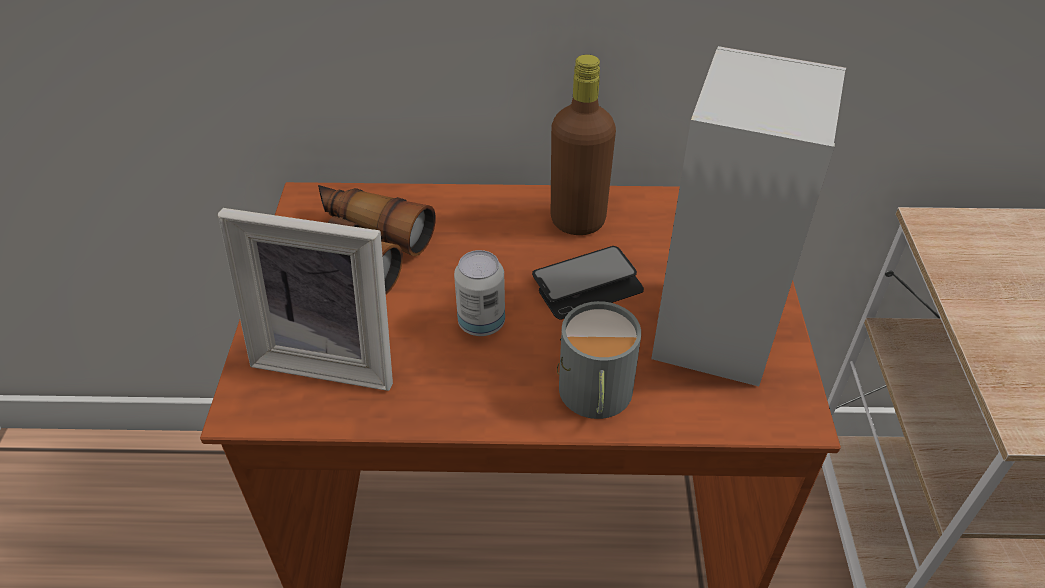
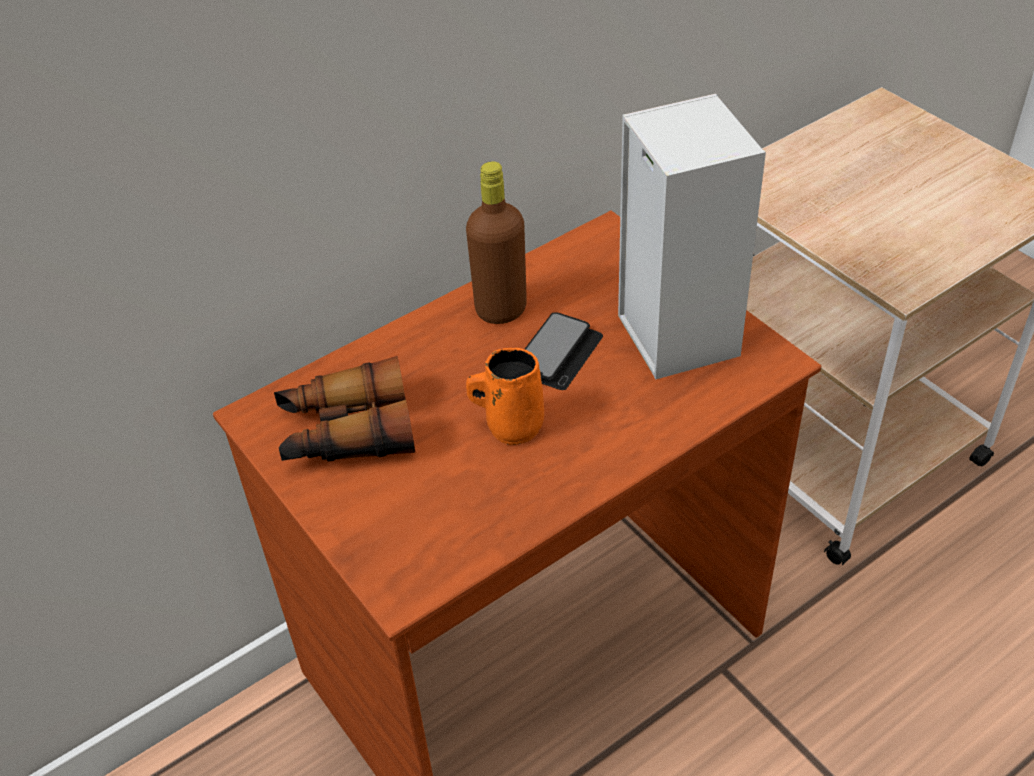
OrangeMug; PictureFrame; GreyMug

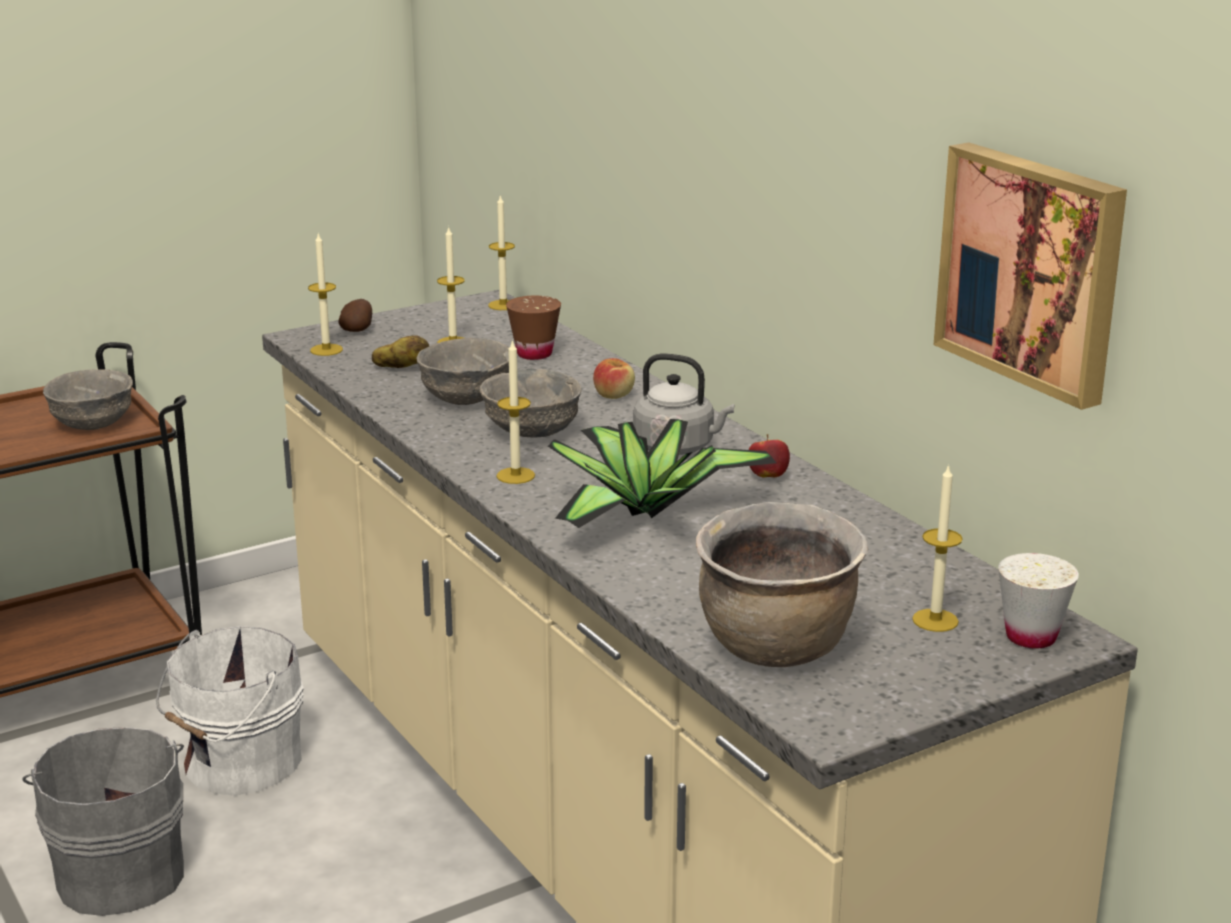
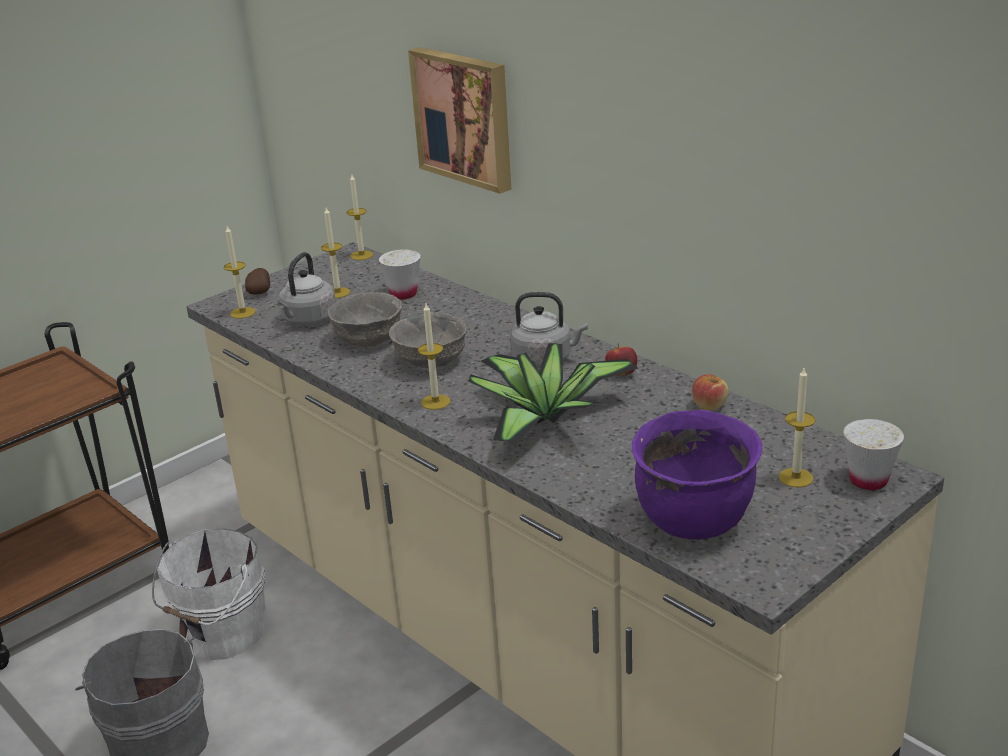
GreyKettle (1st from left); WhiteCup (1st from left); Picture; PurpleCookingPot; Apple (2nd from left); GreyBowl (1st from left in the first image)

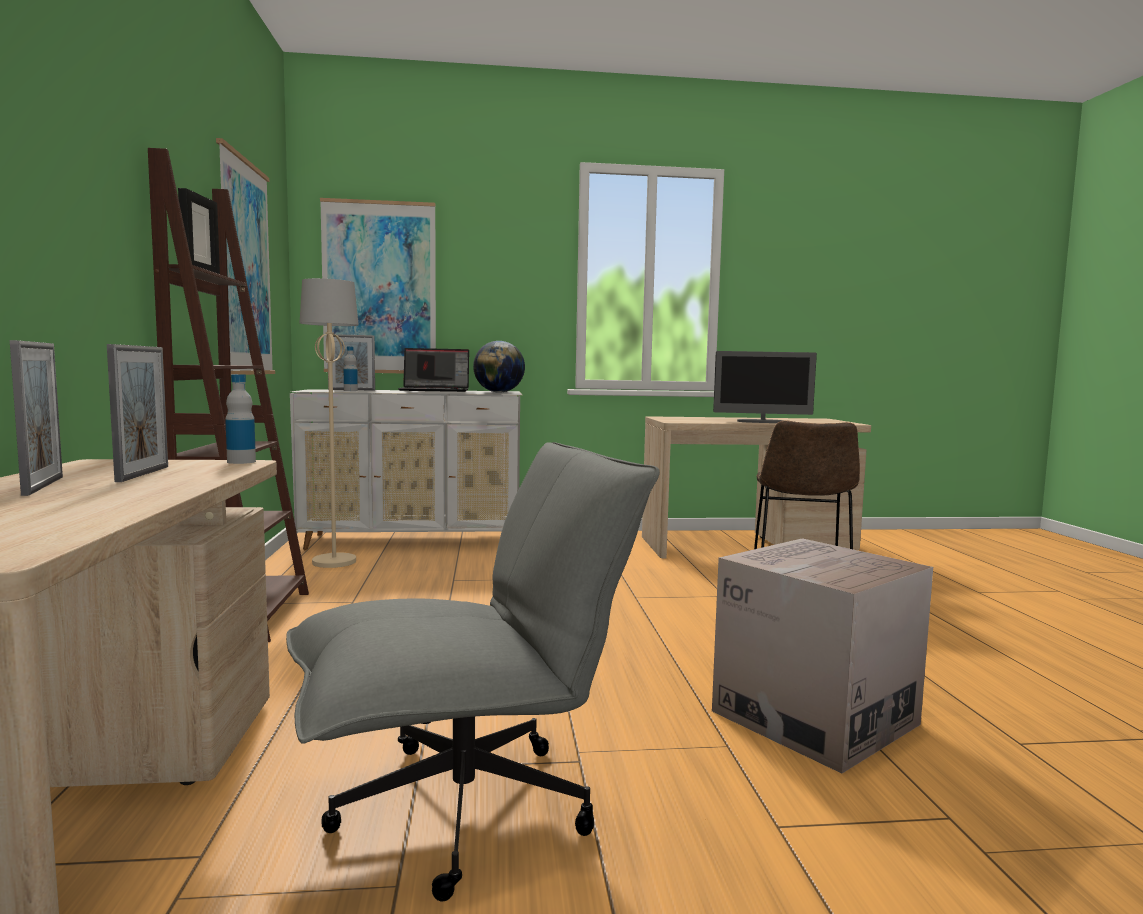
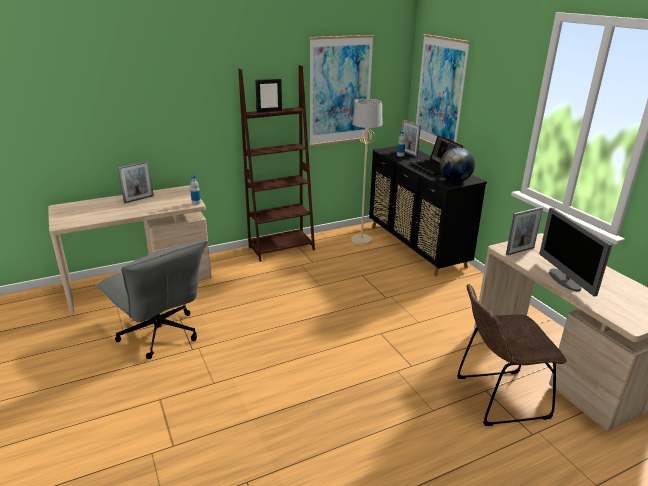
BlackCabinet; PictureFrame (4th from left); CardboardBox

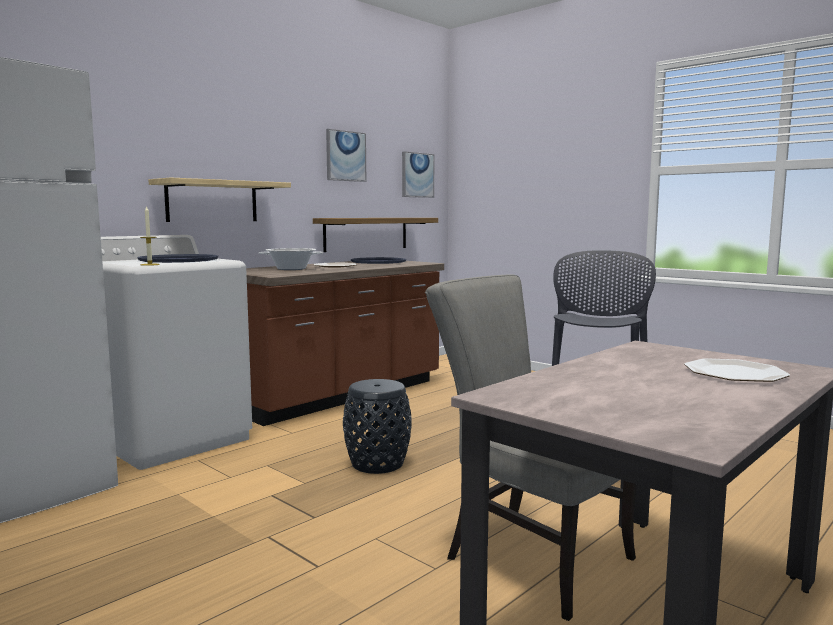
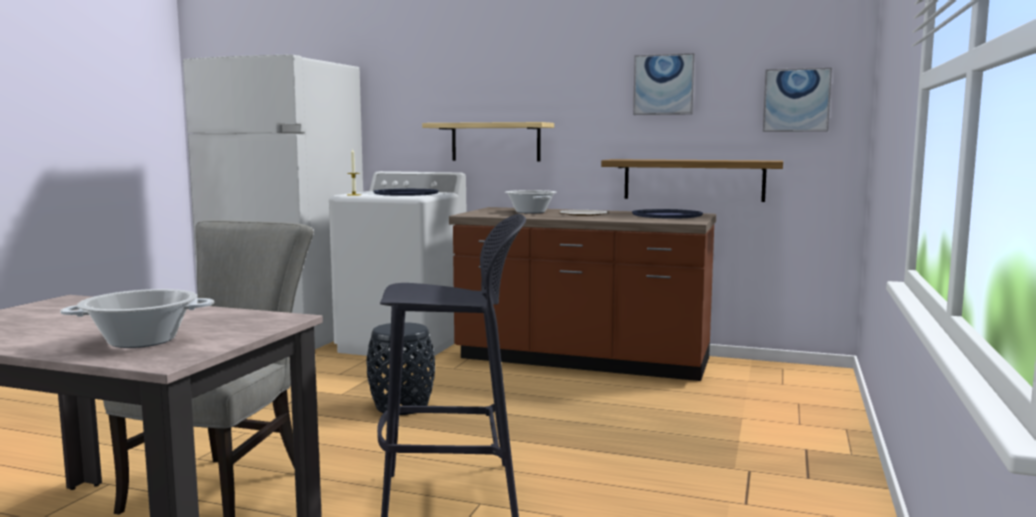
CookingPot (1st from left)

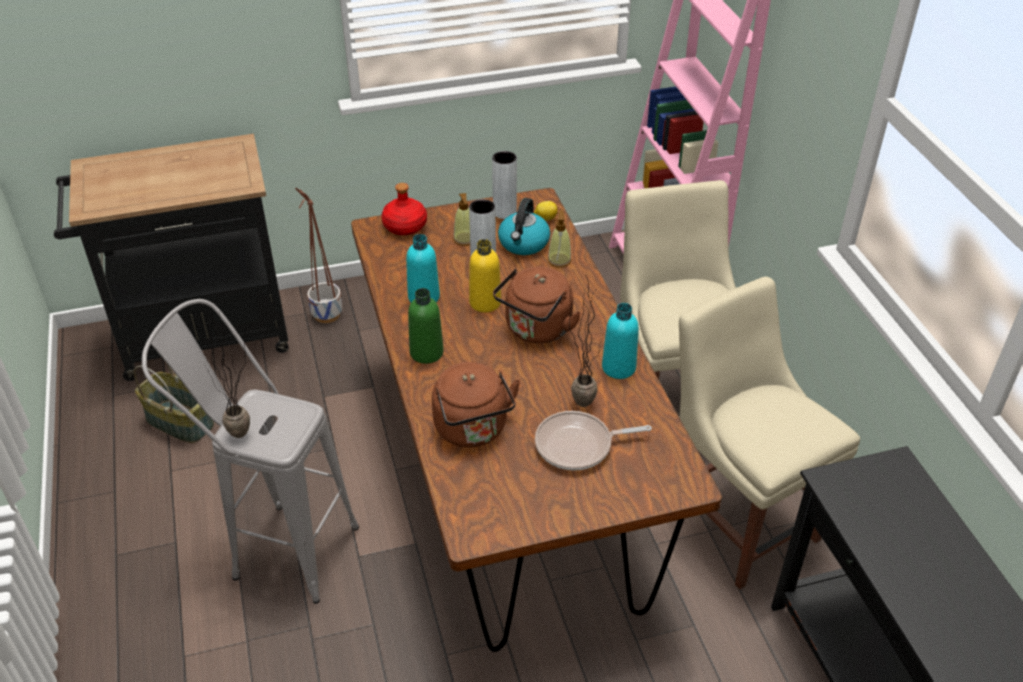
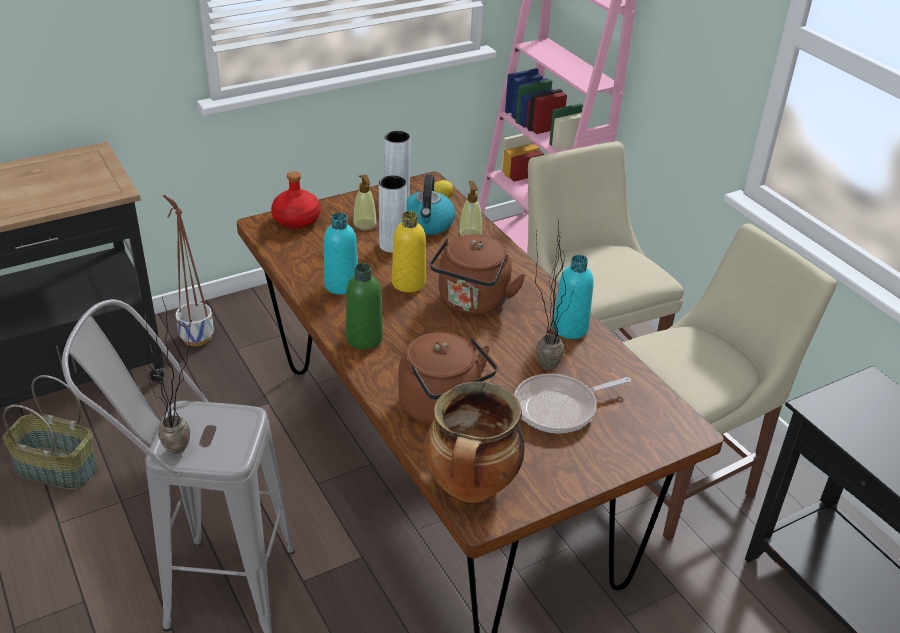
CookingPot; BeigeChair (2nd from left)

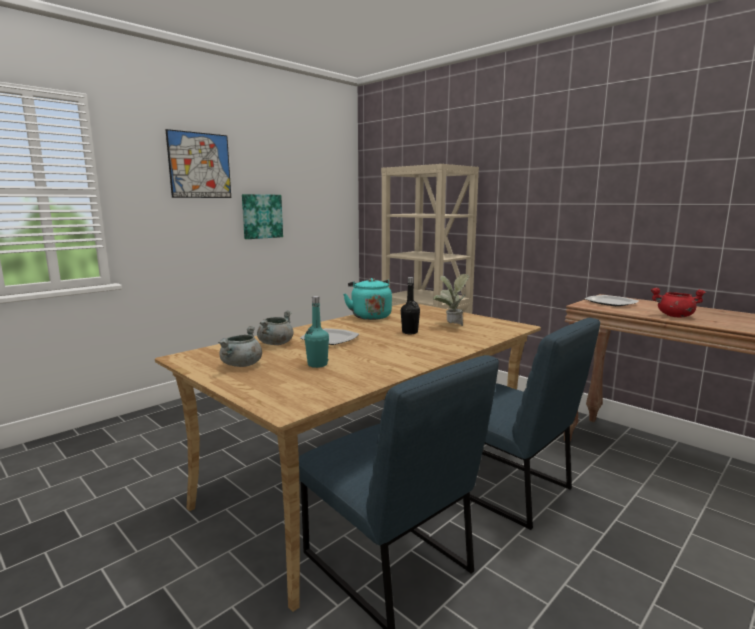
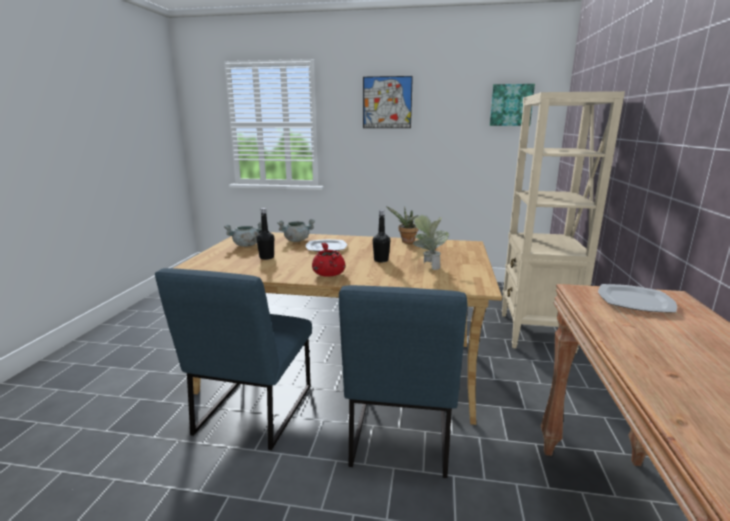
BlackBottle (1st from left); RedCookingPot; PottedPlant (1st from left); Picture (2nd from left)

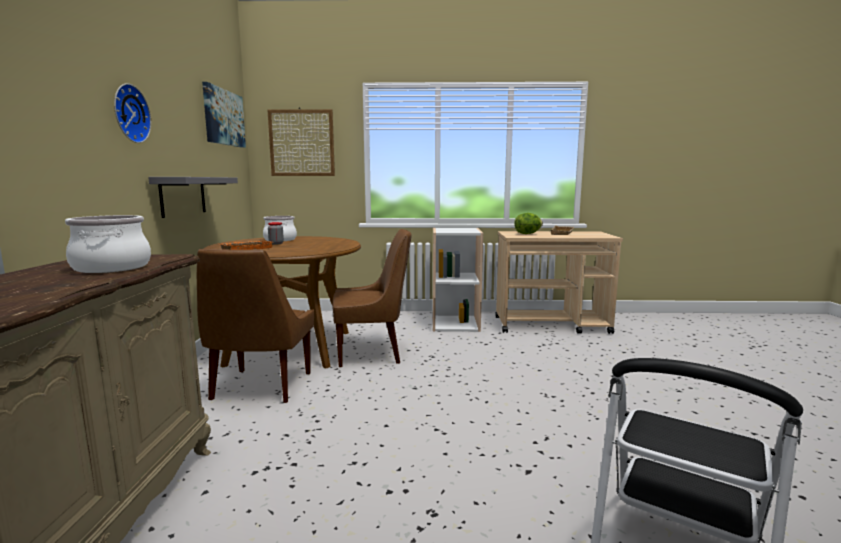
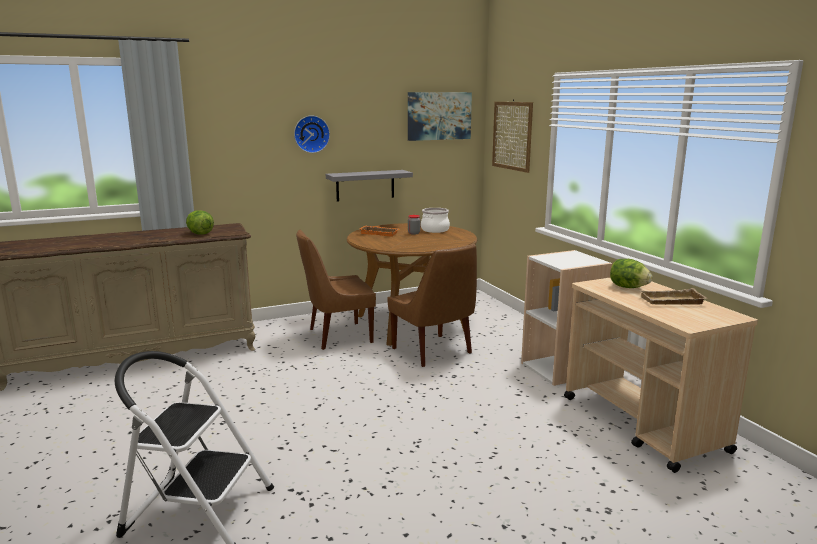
Lettuce (1st from left)

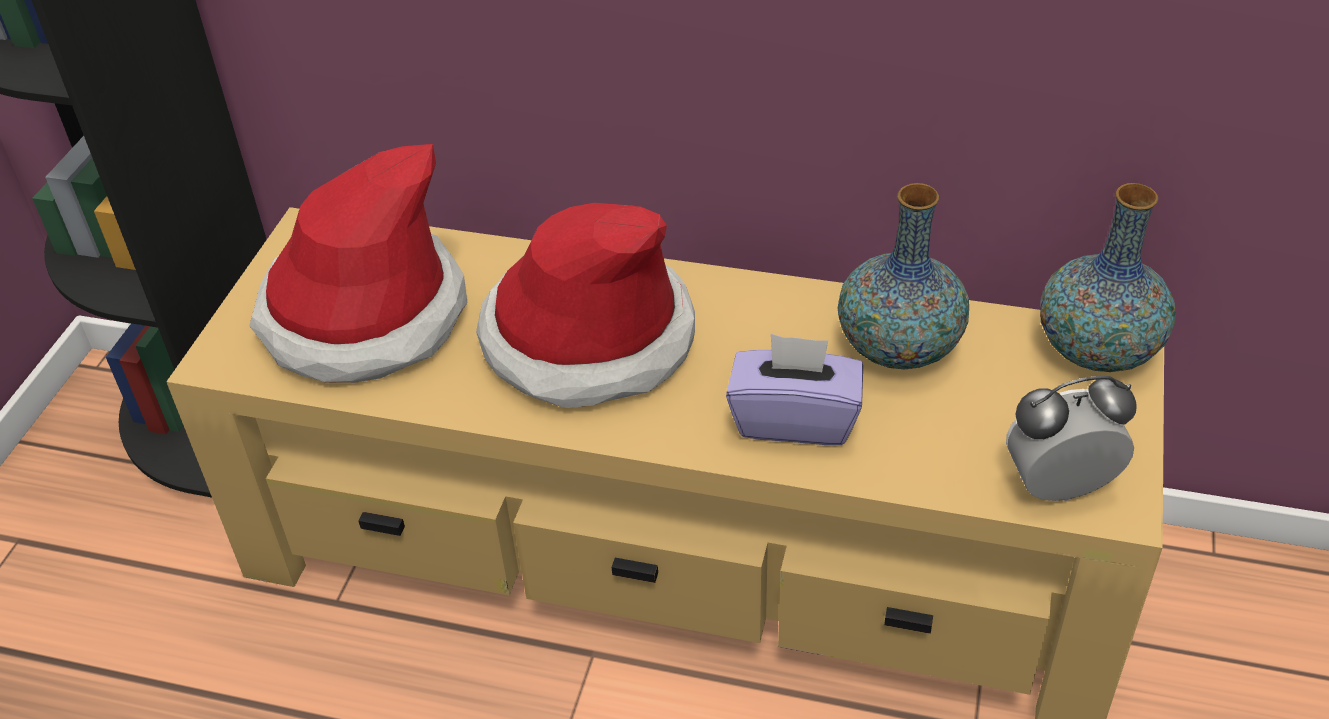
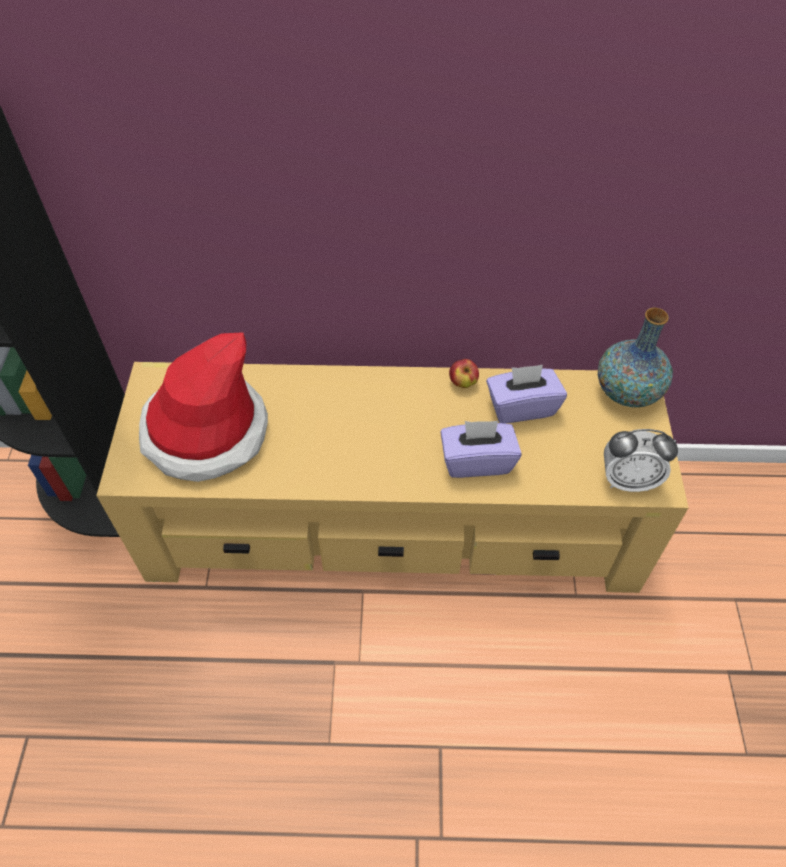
Apple; PurpleTissueBox (2nd from left); AlarmClock; Hat (2nd from left in the first image)

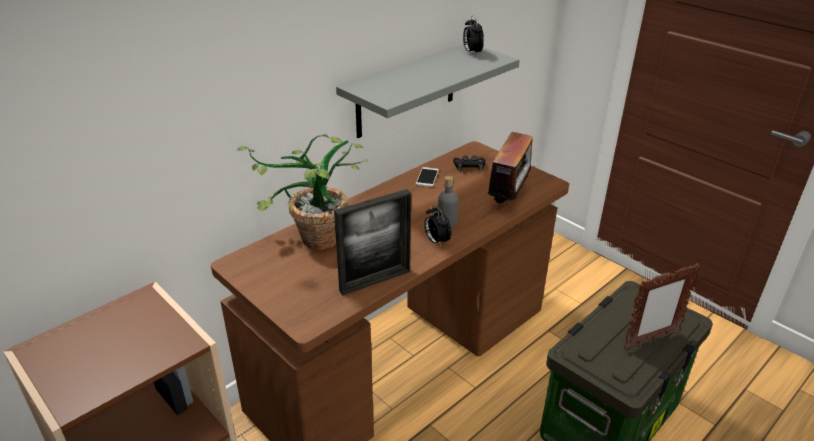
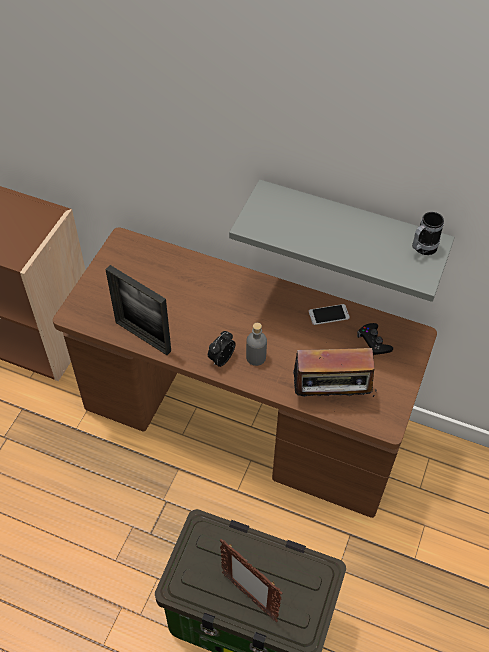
Mug; PottedPlant

